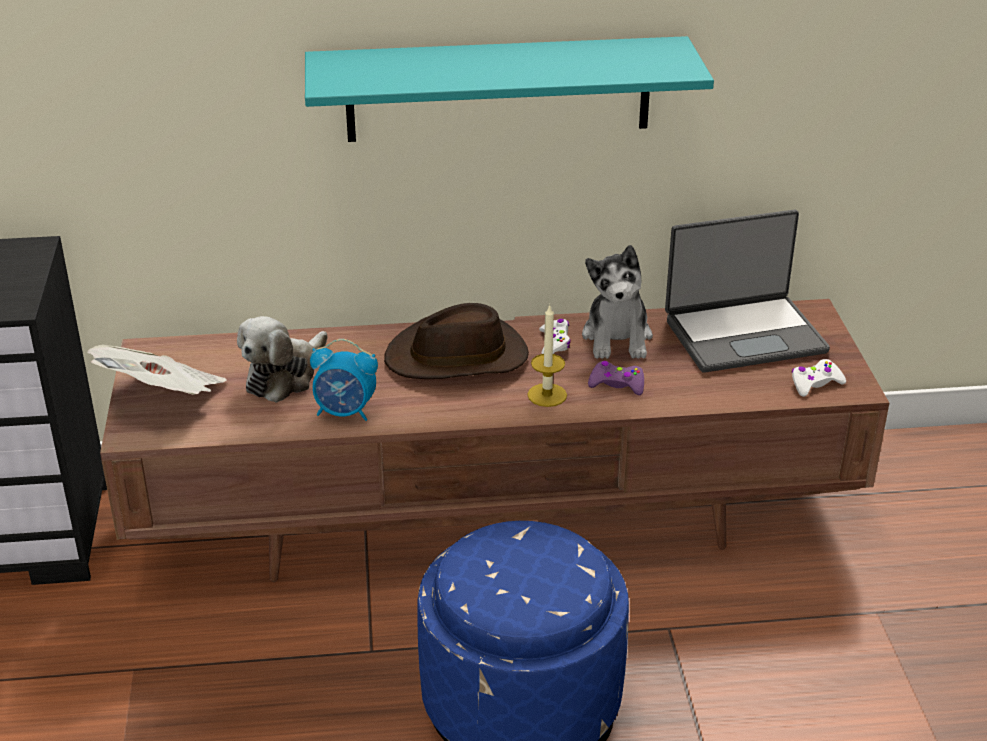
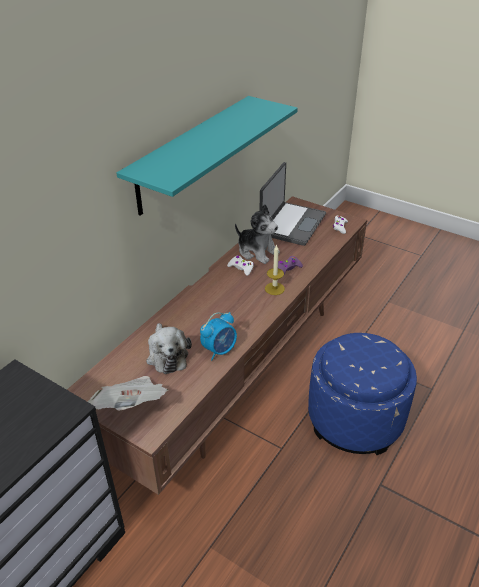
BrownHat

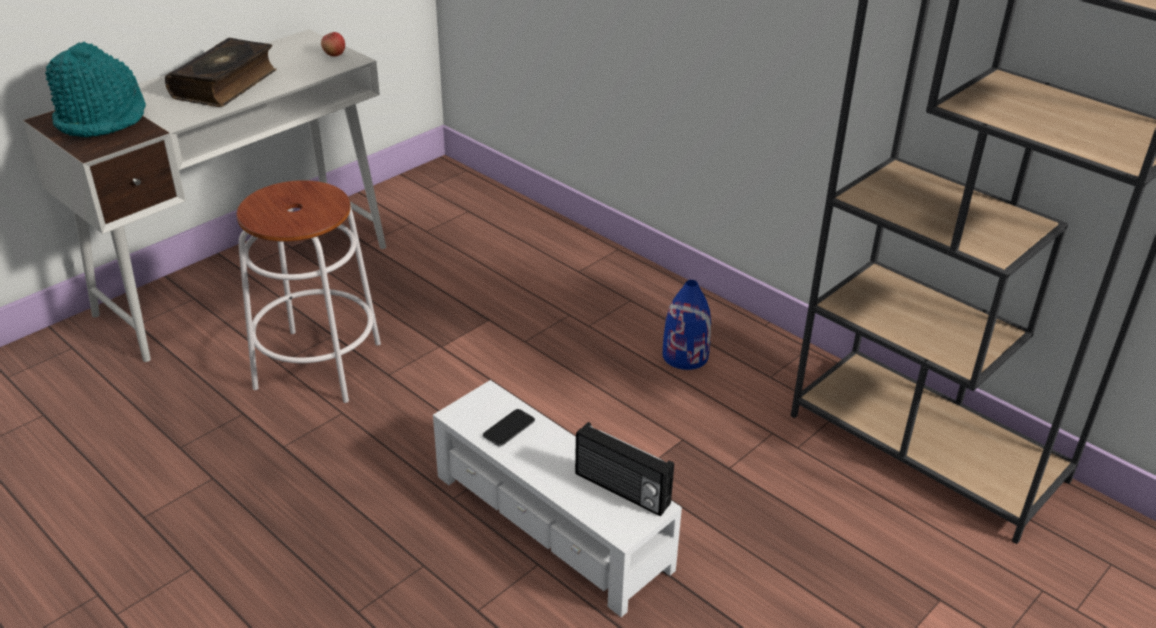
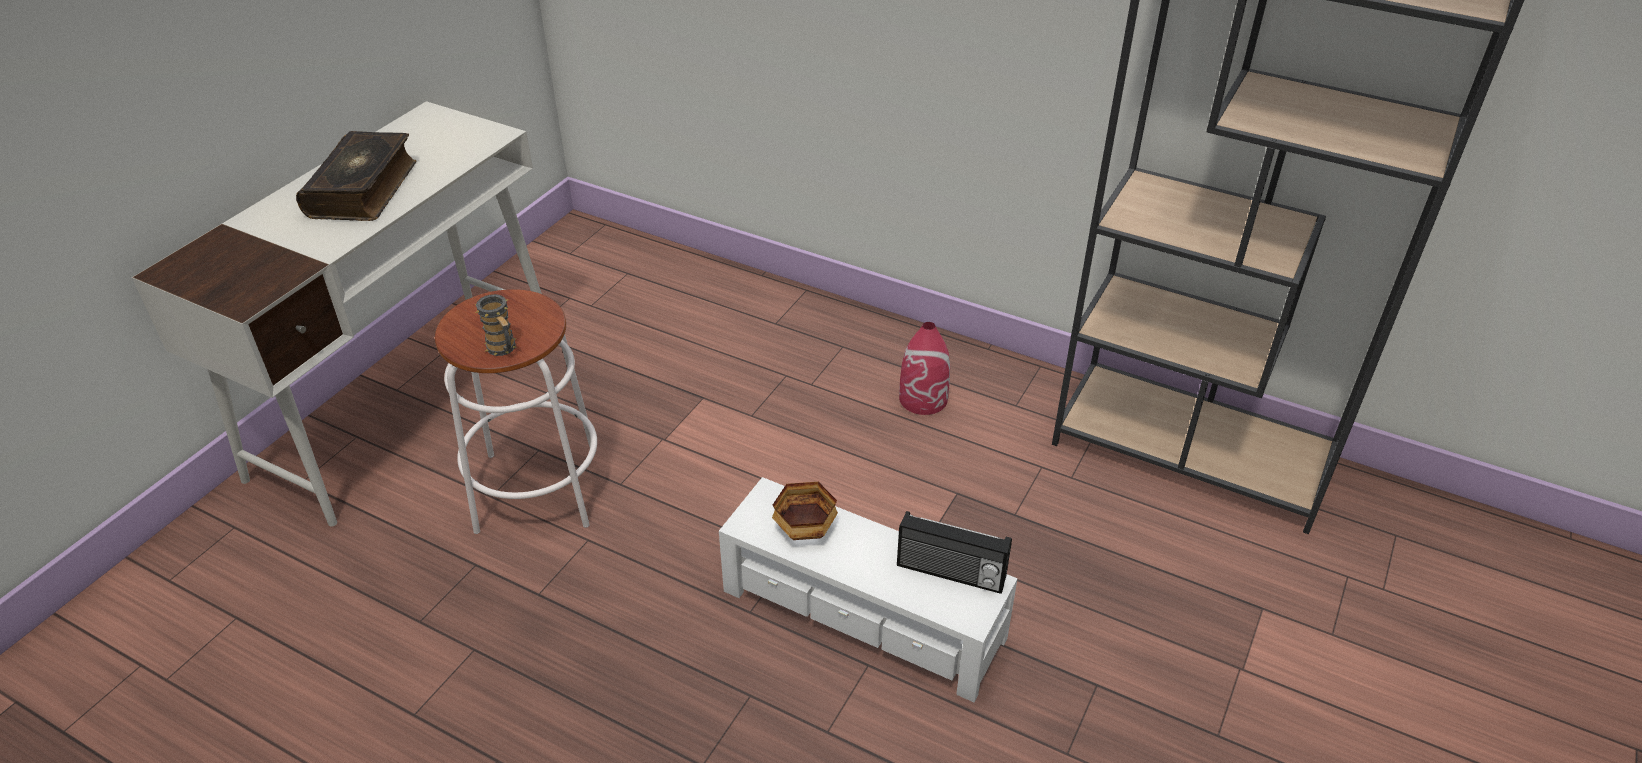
Mug; Bowl; RedVase; TurquoiseHat; Apple

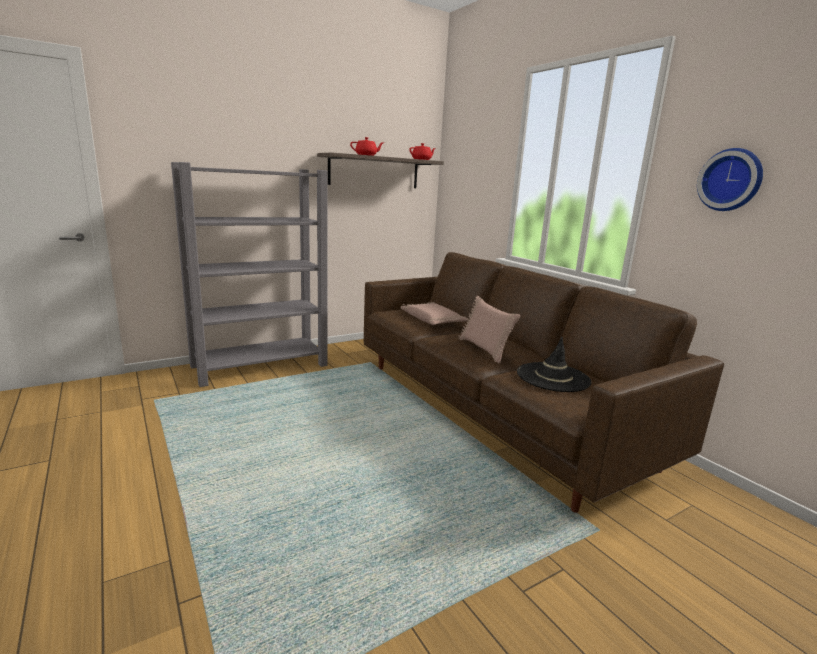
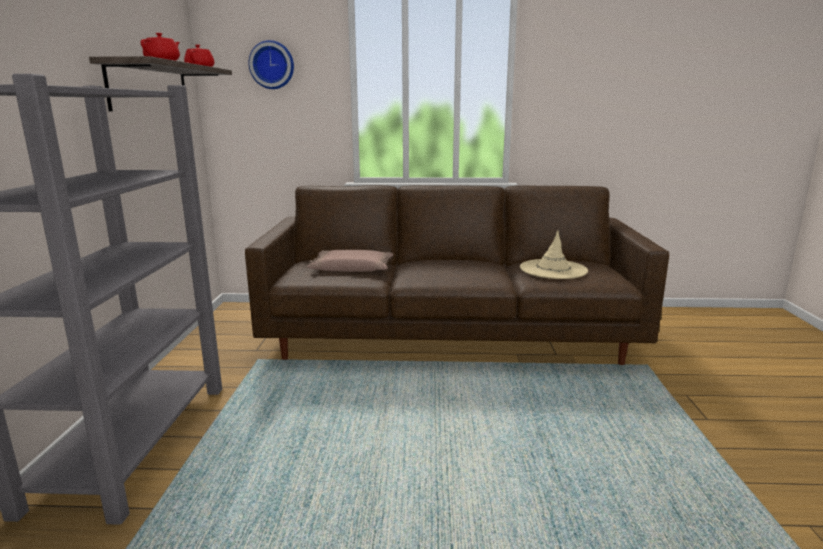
WallClock; BeigeHat; BeigePillow (2nd from left in the first image)

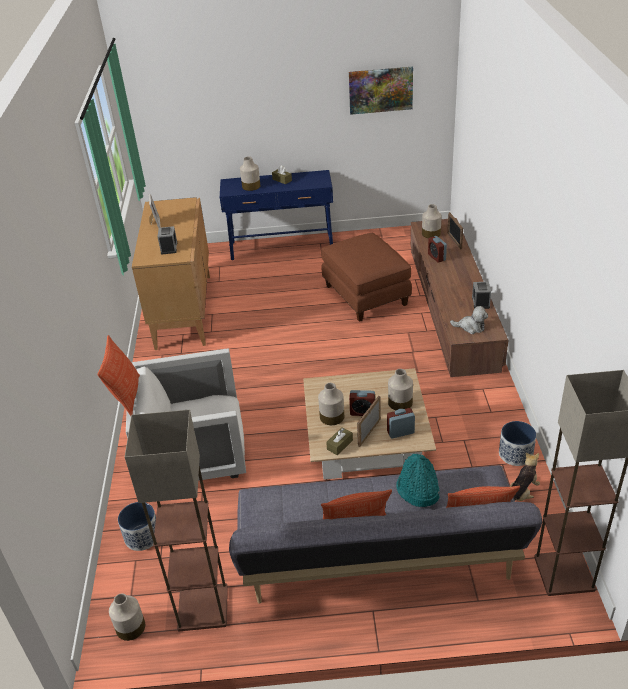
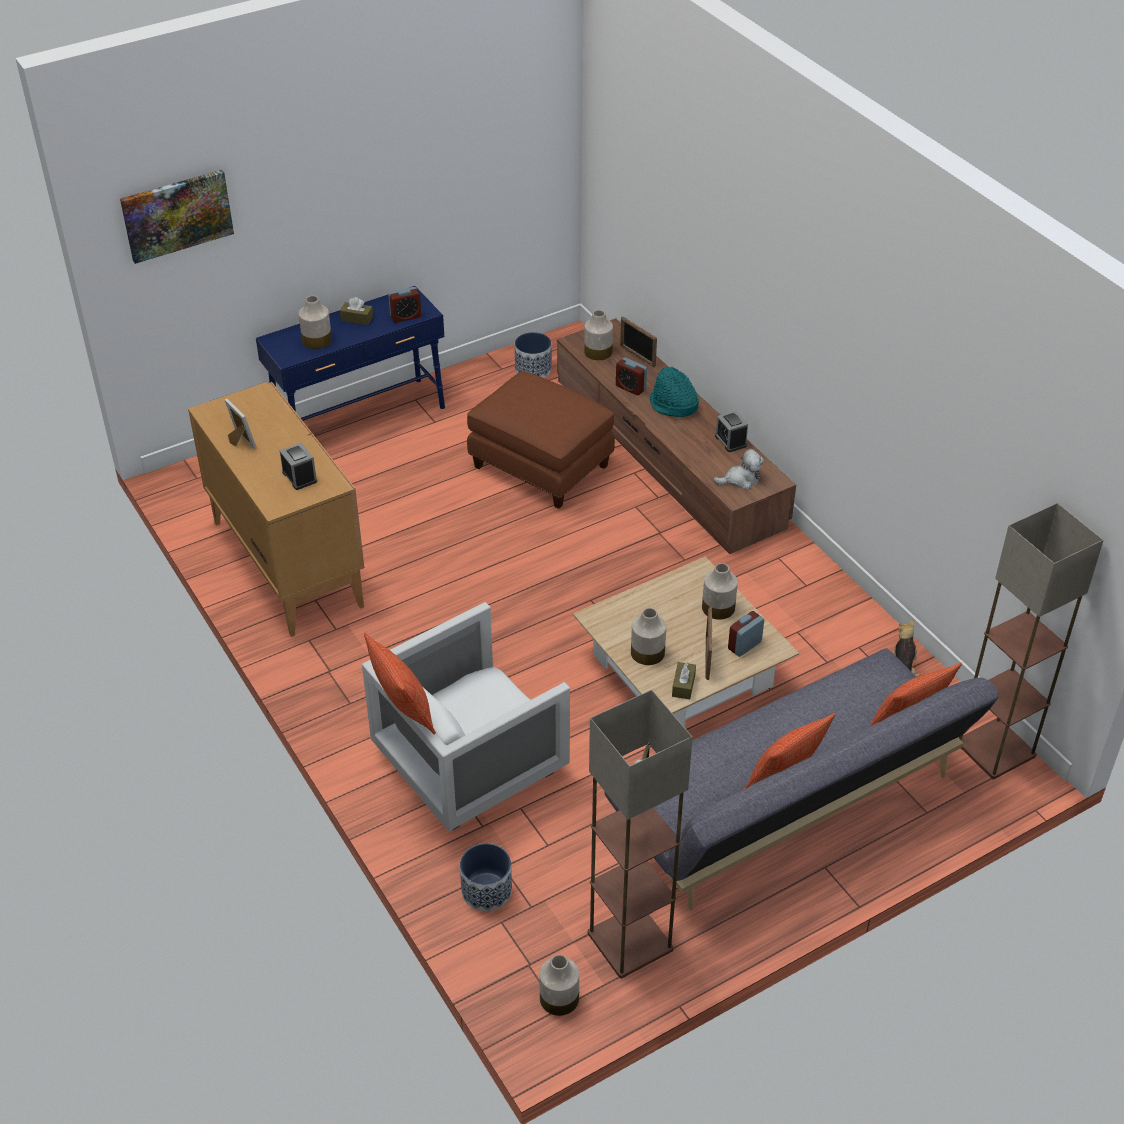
Picture; AlarmClock (2nd from left); Planter (2nd from left); TurquoiseHat

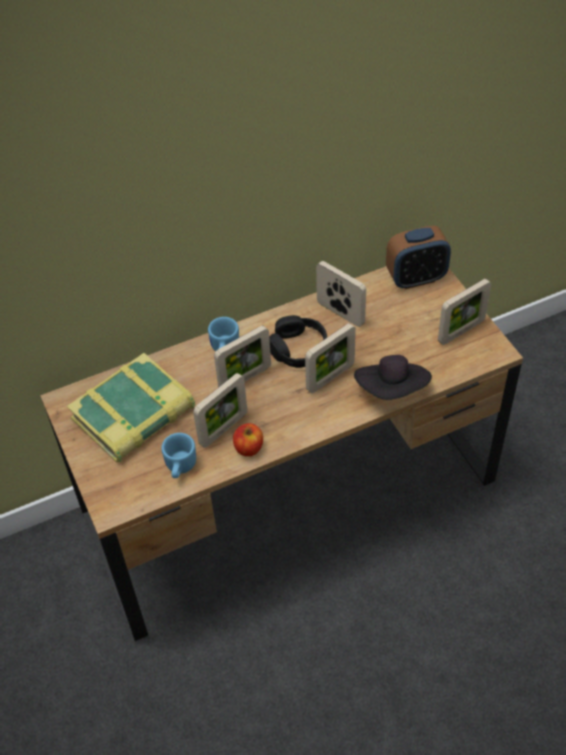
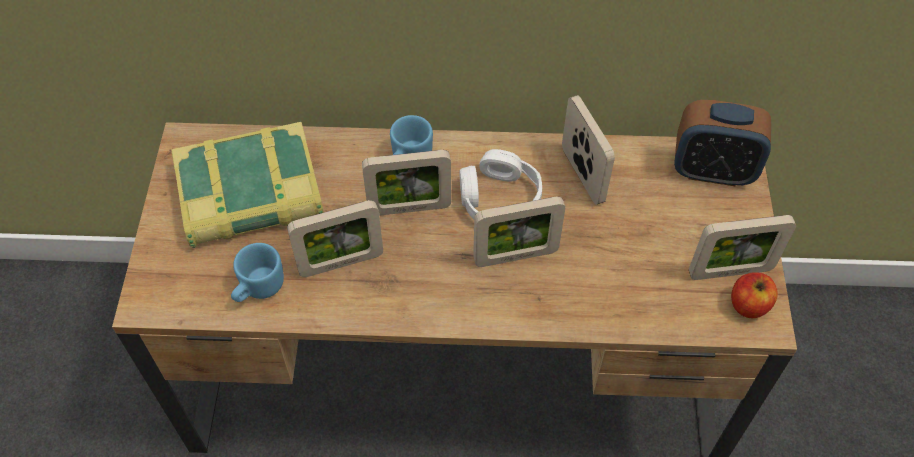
WhiteHeadphones; Apple; BlackHat

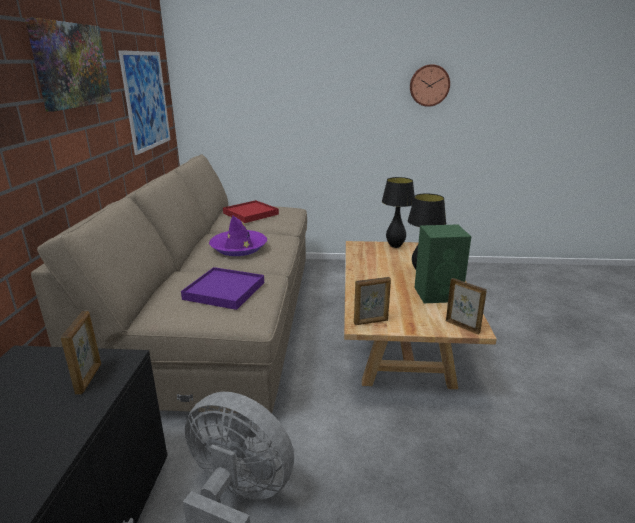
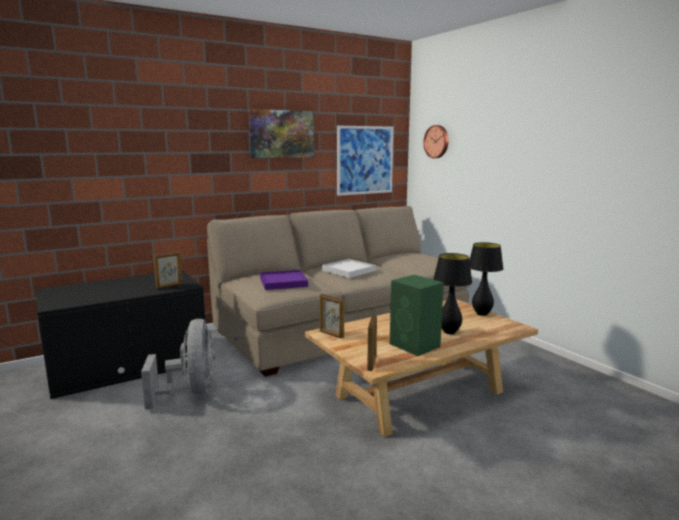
WhiteTray; WallClock; RedTray

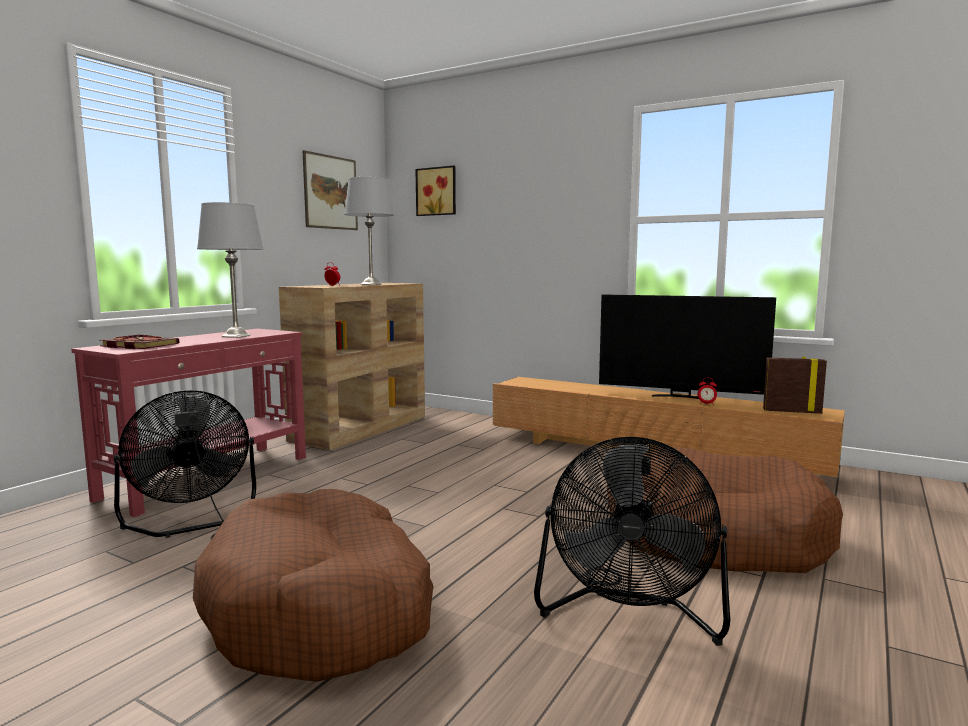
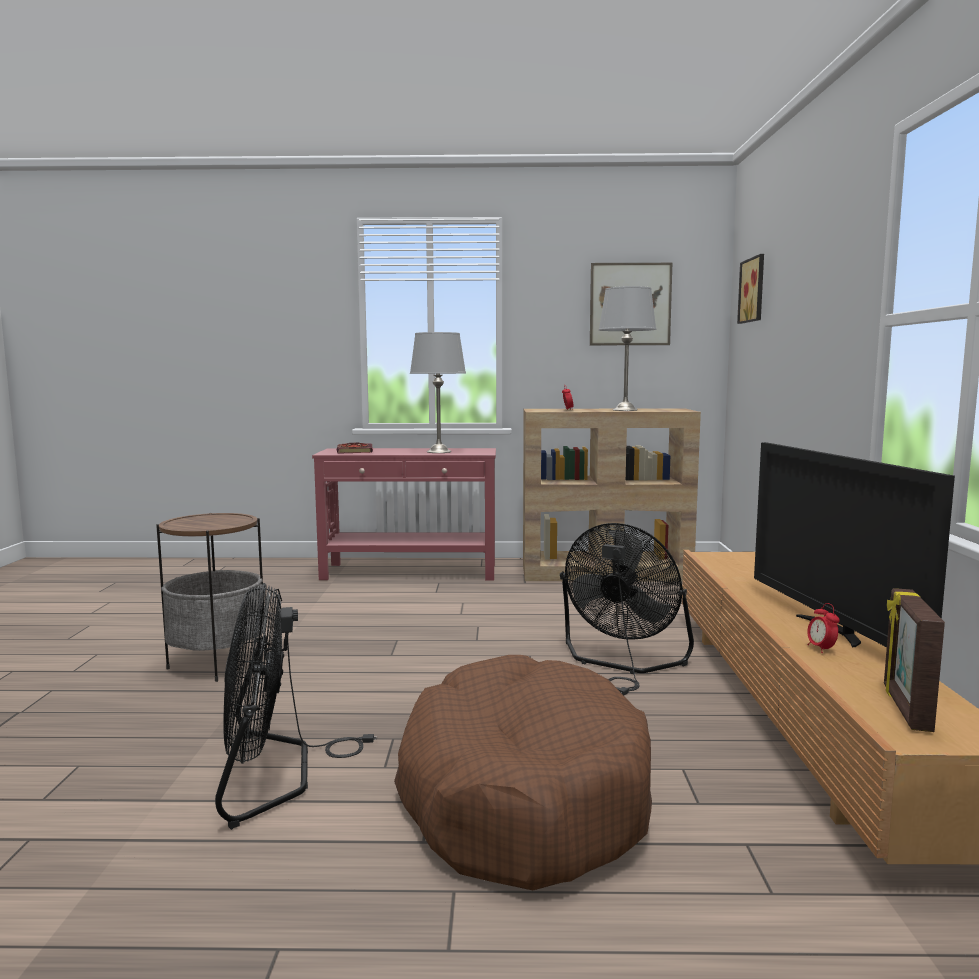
SideTable; BlackFan (2nd from left); PictureFrame

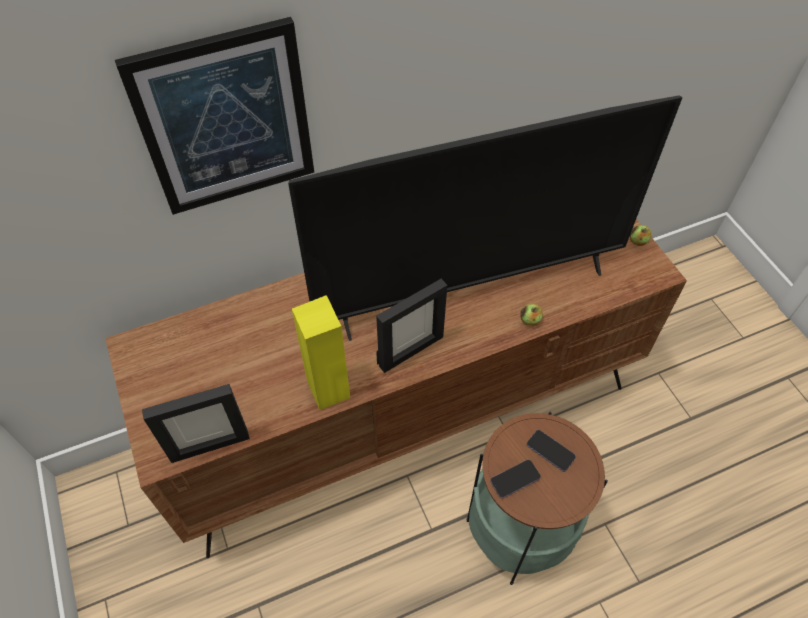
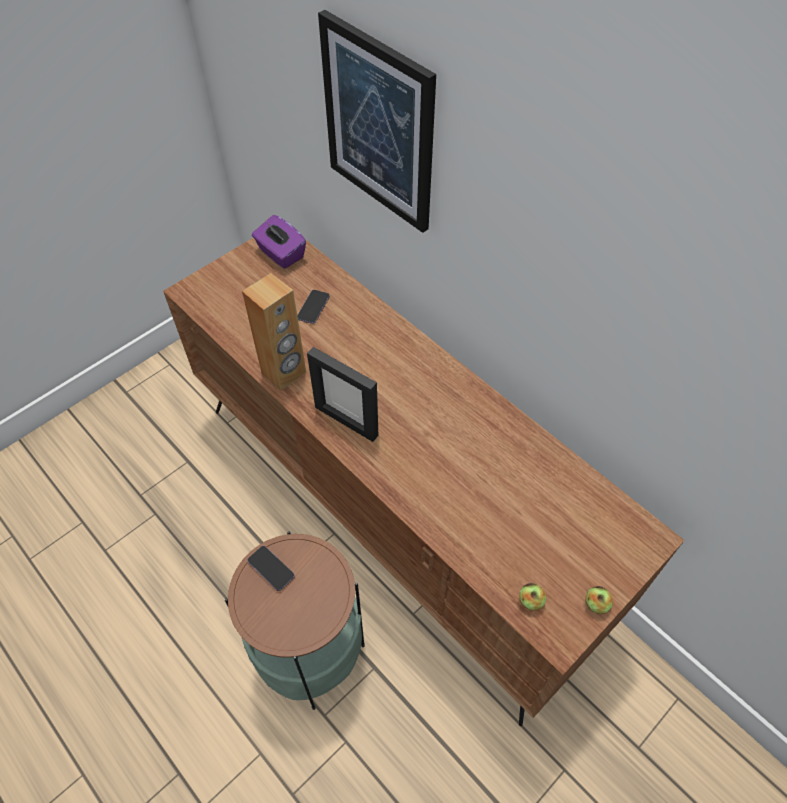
BrownSpeaker; PurpleTissueBox; Phone (2nd from left); Apple (1st from left); PictureFrame (1st from left in the first image); Television

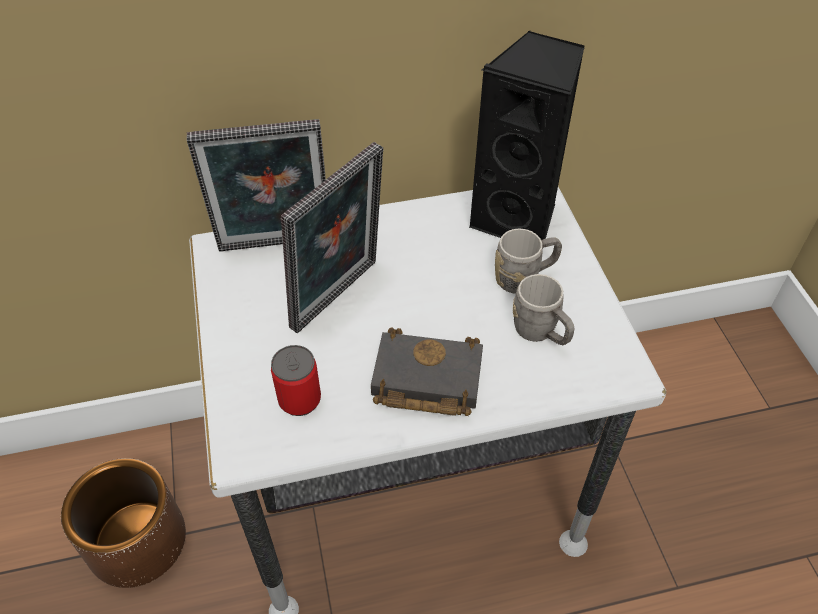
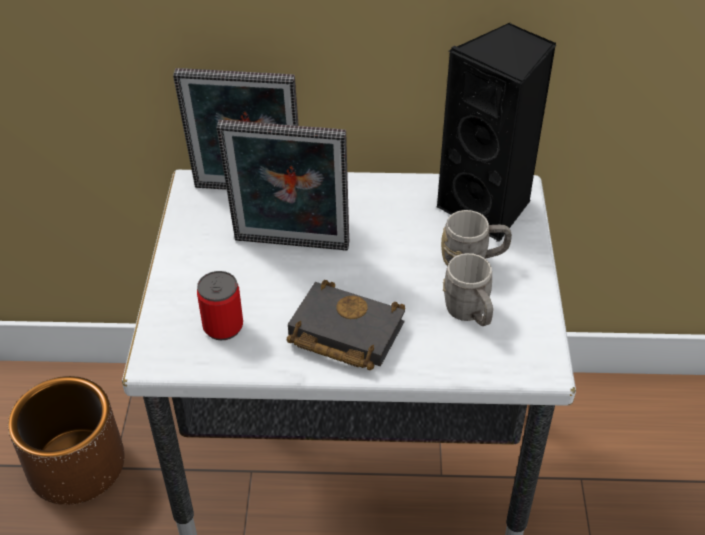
PictureFrame (2nd from left)

